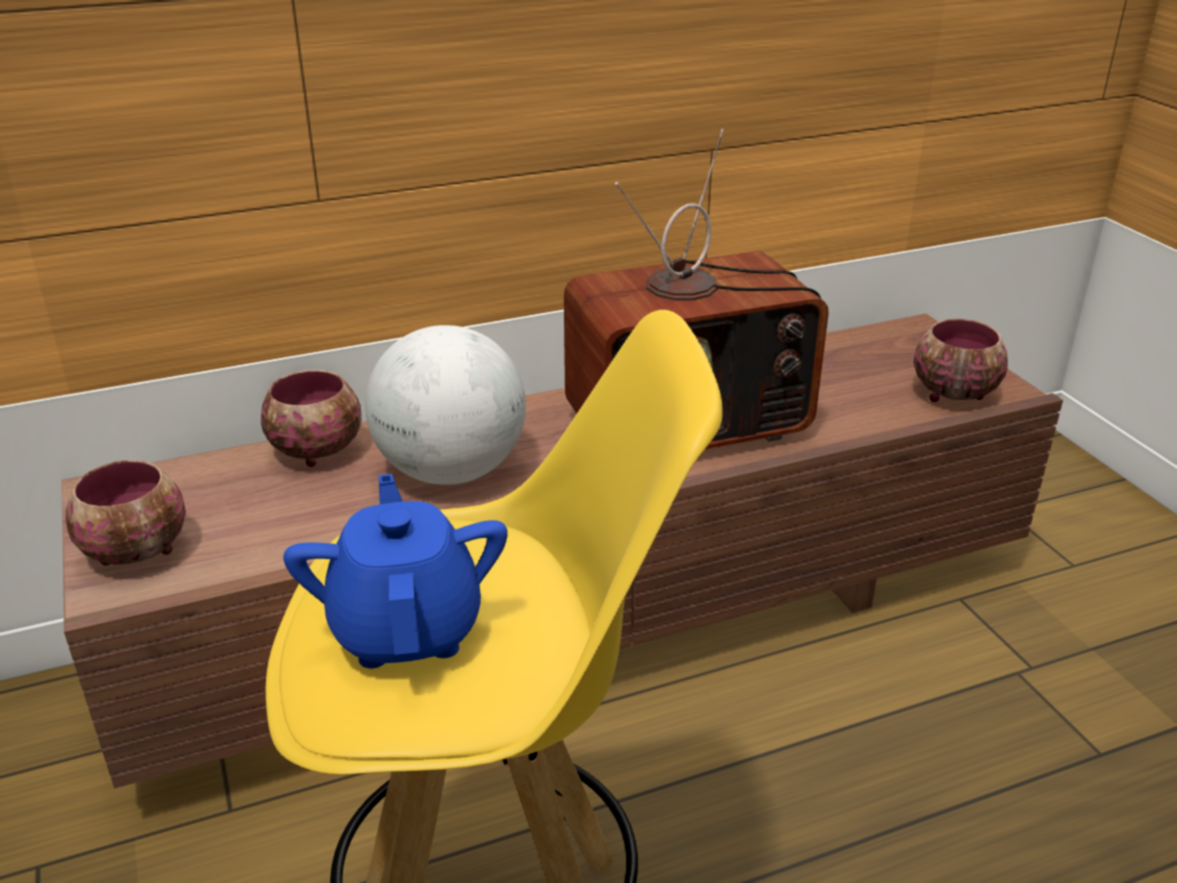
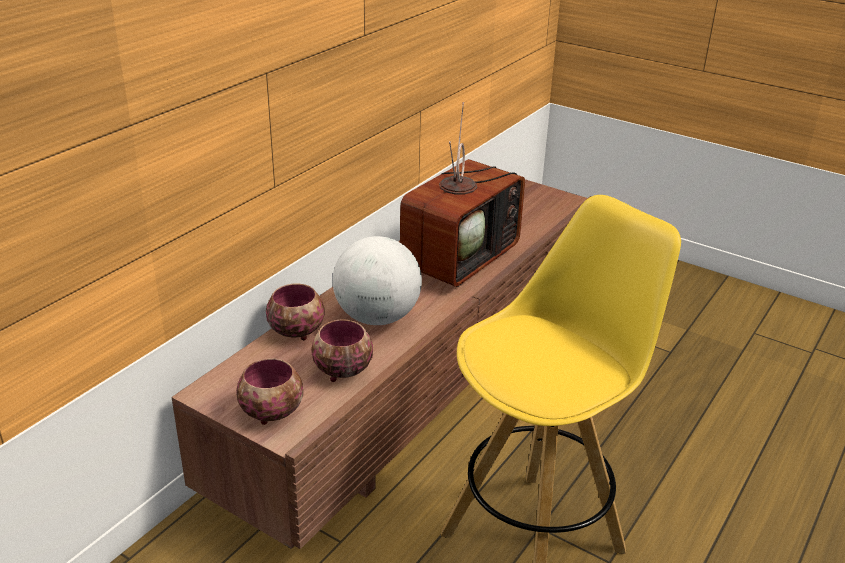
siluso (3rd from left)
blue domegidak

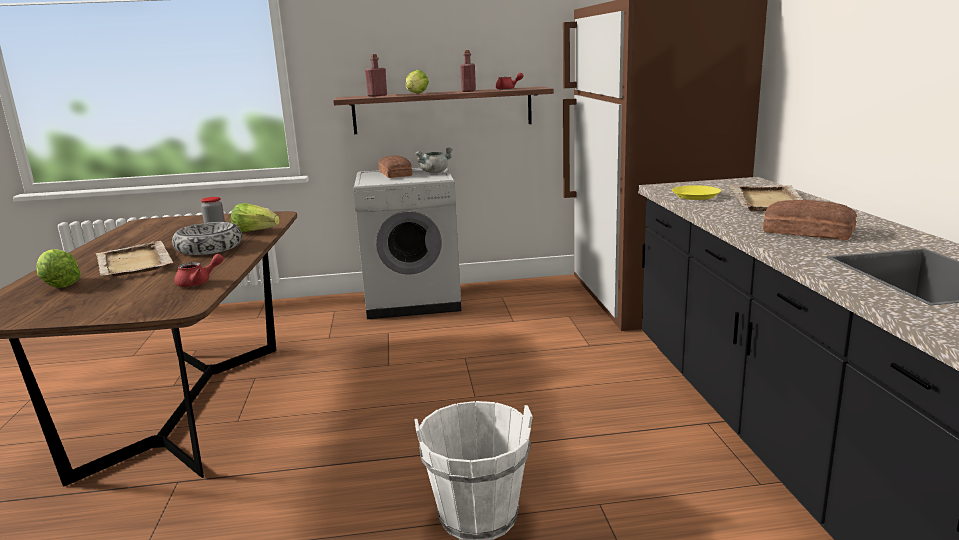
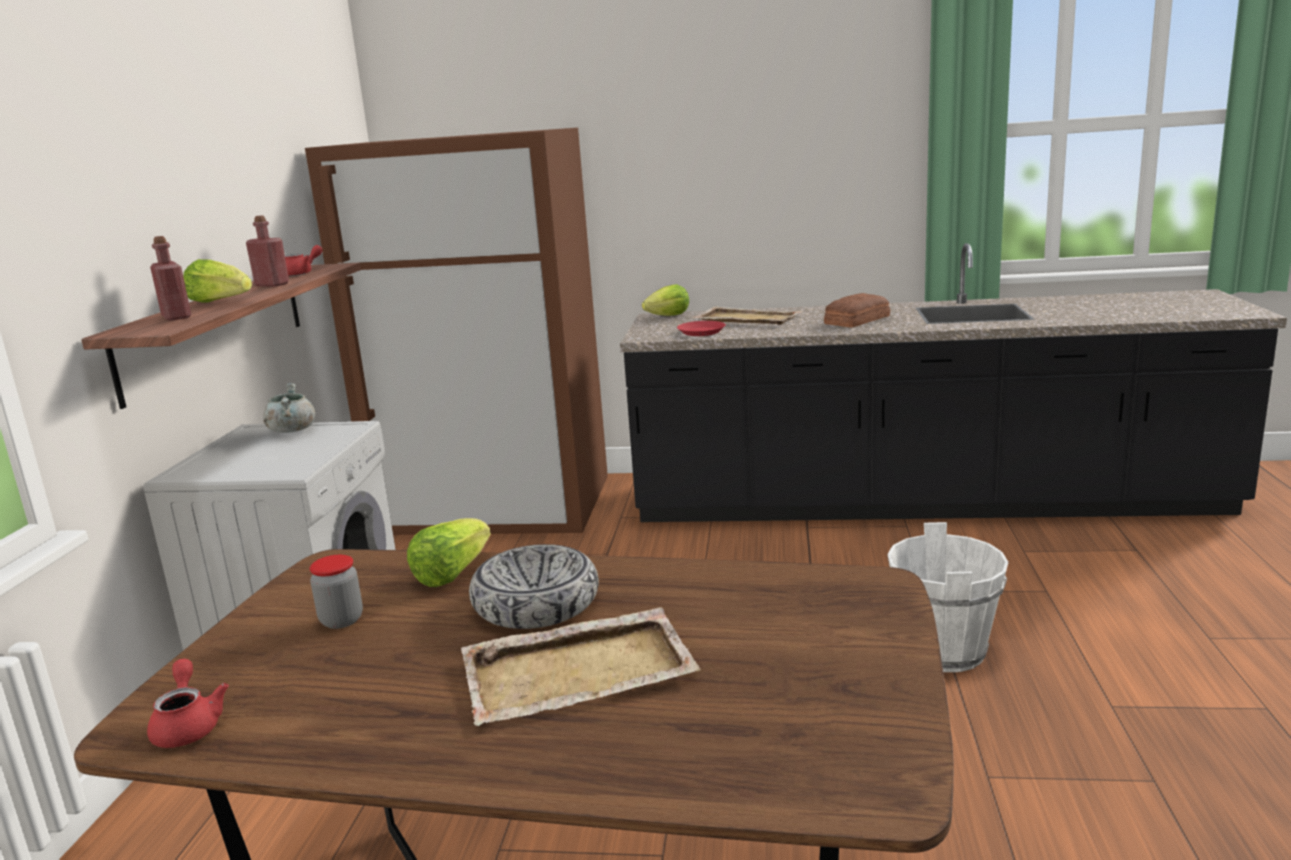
red domegidak (1st from left)
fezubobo (3rd from left)
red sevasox
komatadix (1st from left in the first image)

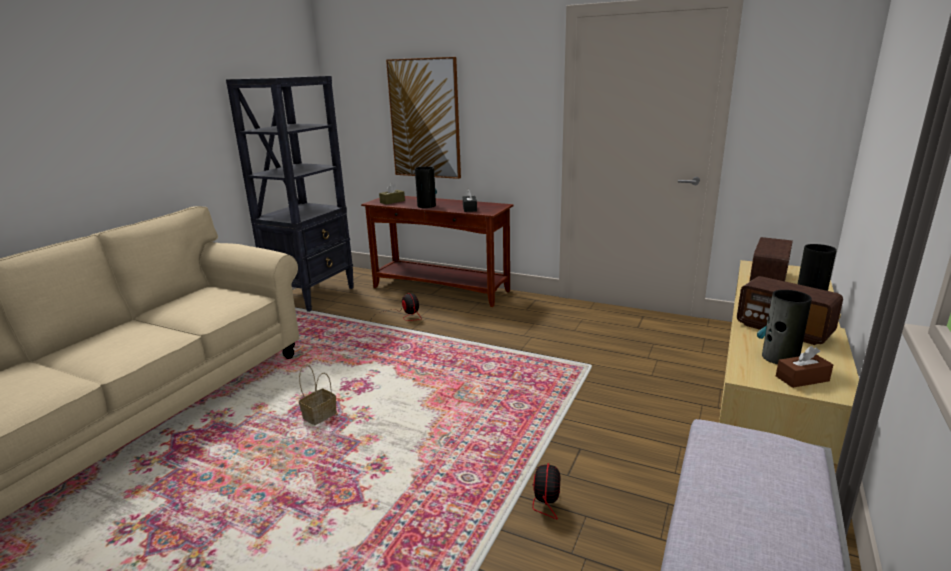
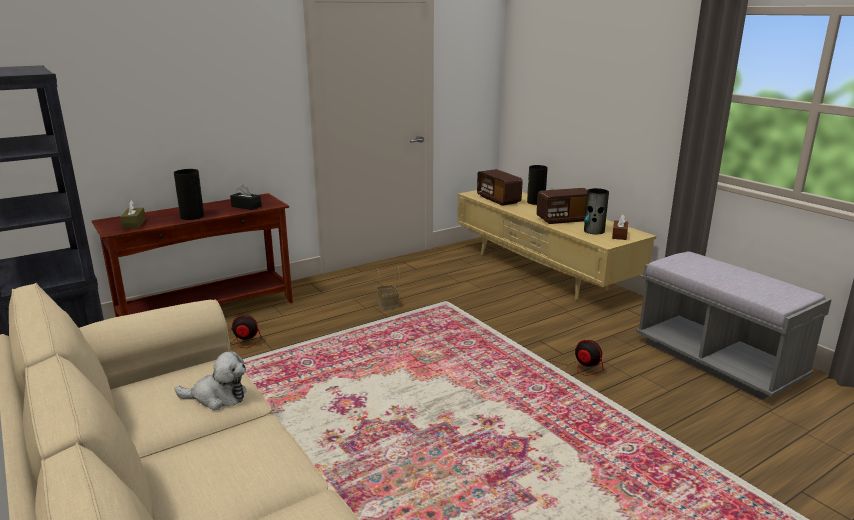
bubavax
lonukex
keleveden

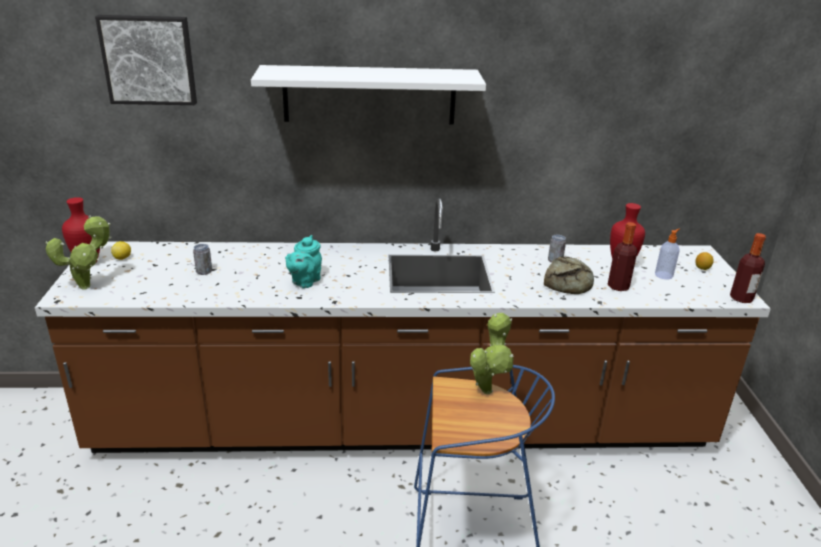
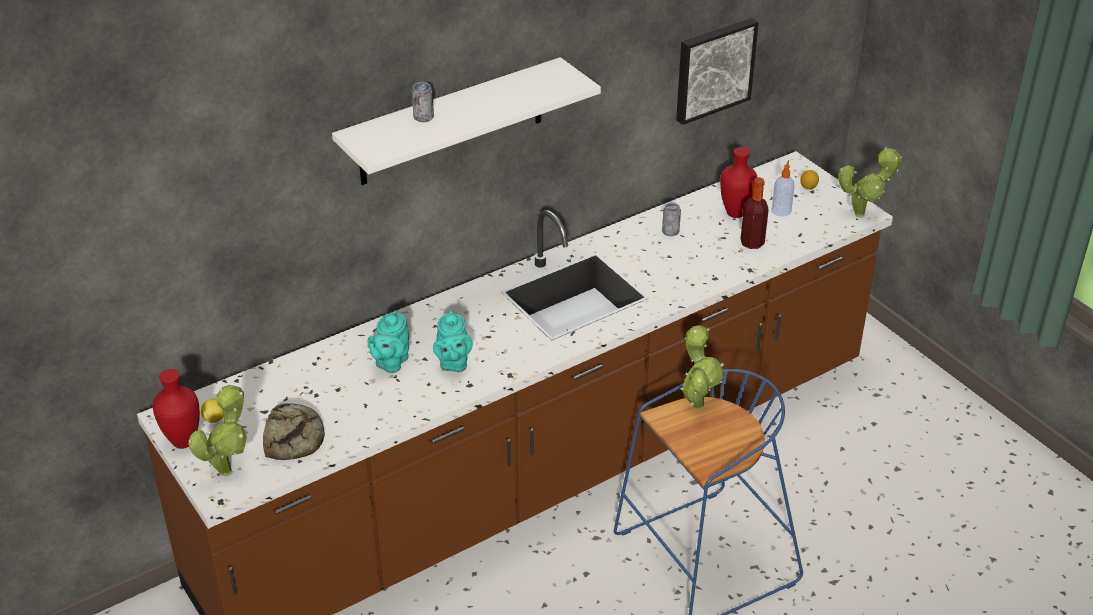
komatadix
turquoise domegidak (1st from left)
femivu (1st from left)
keleveden
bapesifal (3rd from left)

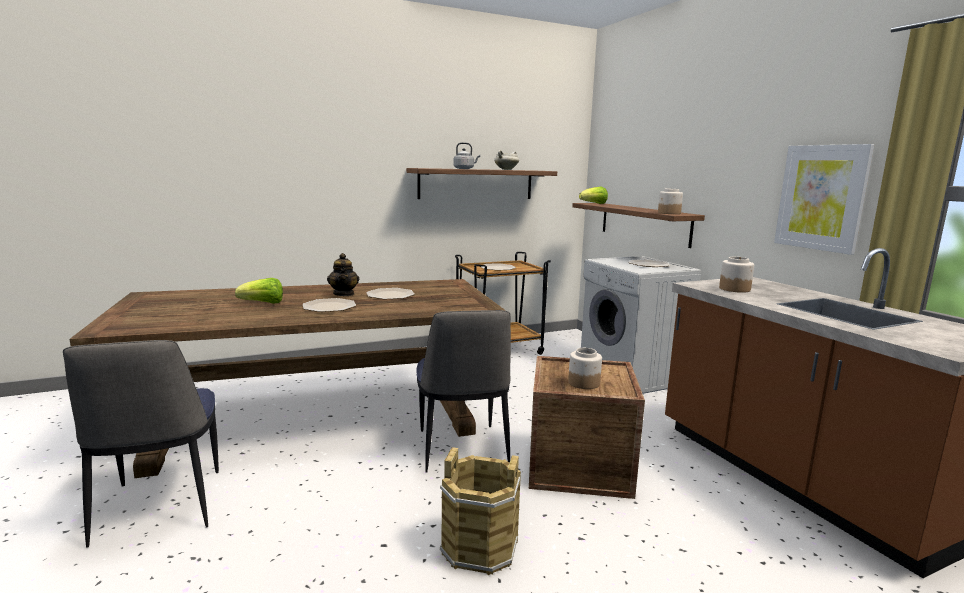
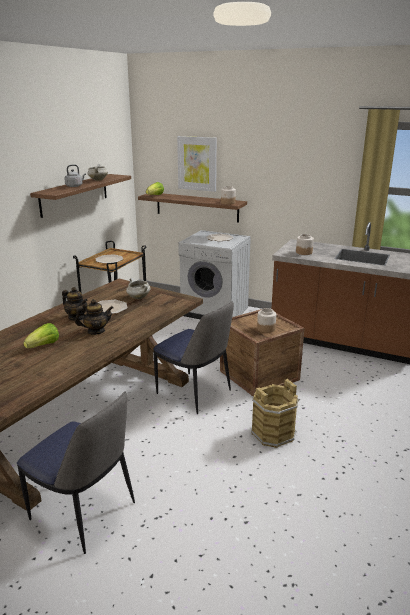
domegidak (2nd from left)
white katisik (2nd from left)
keleveden

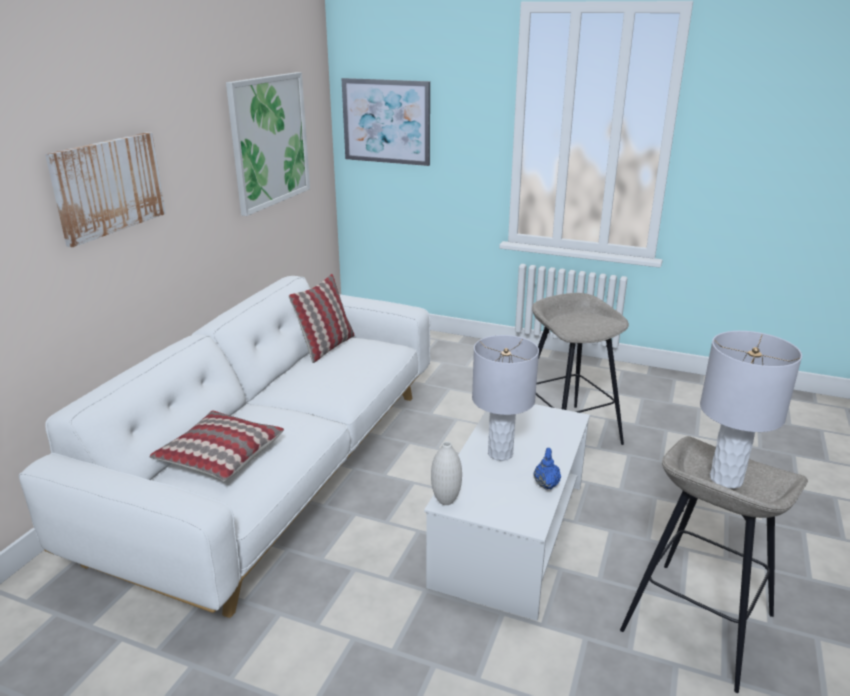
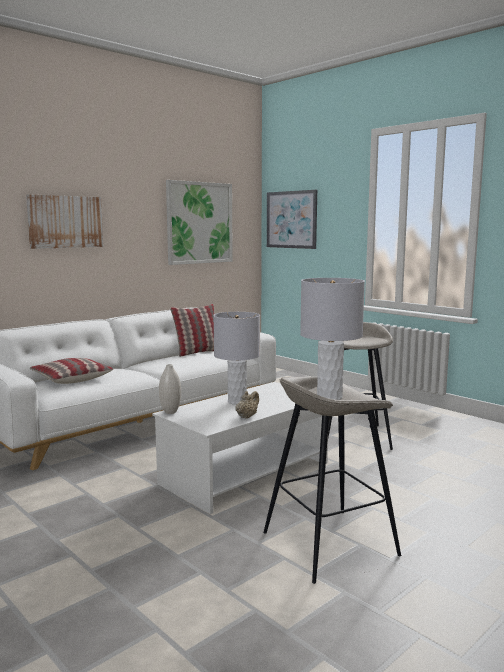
beige domegidak

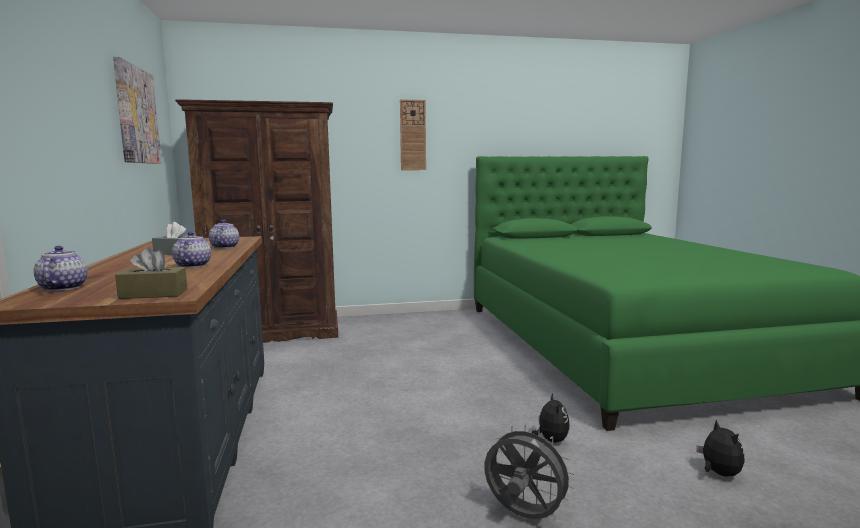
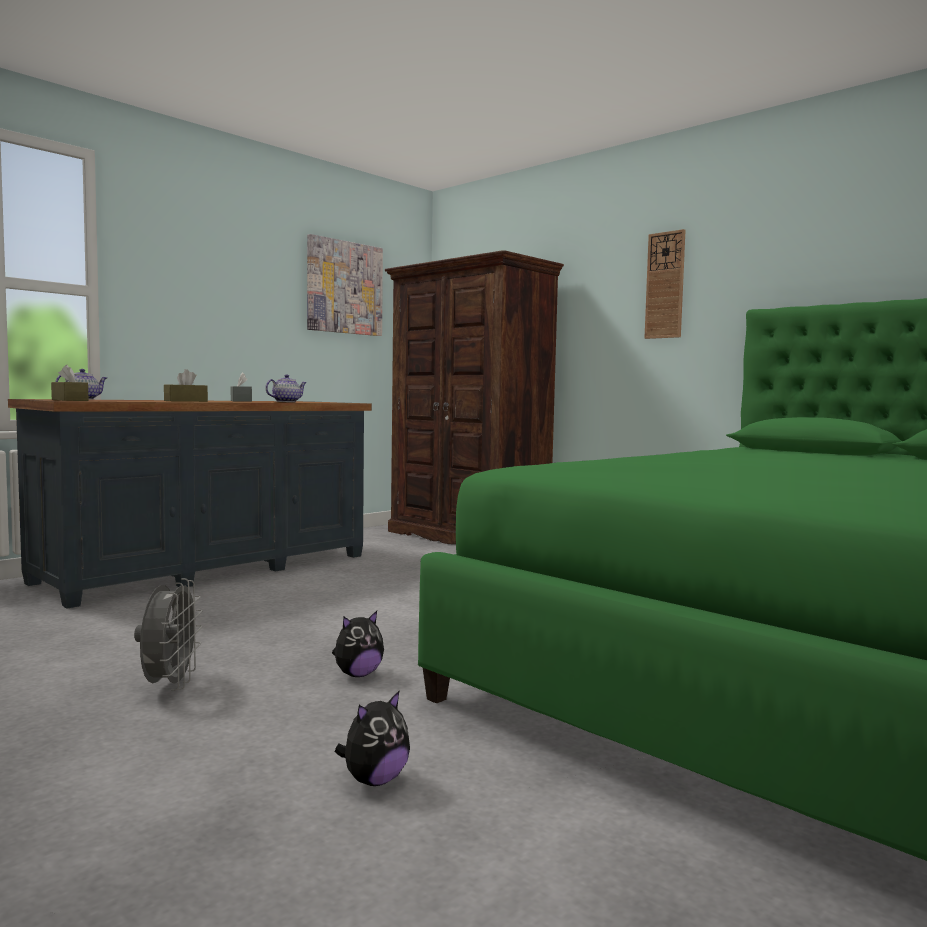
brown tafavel (2nd from left)

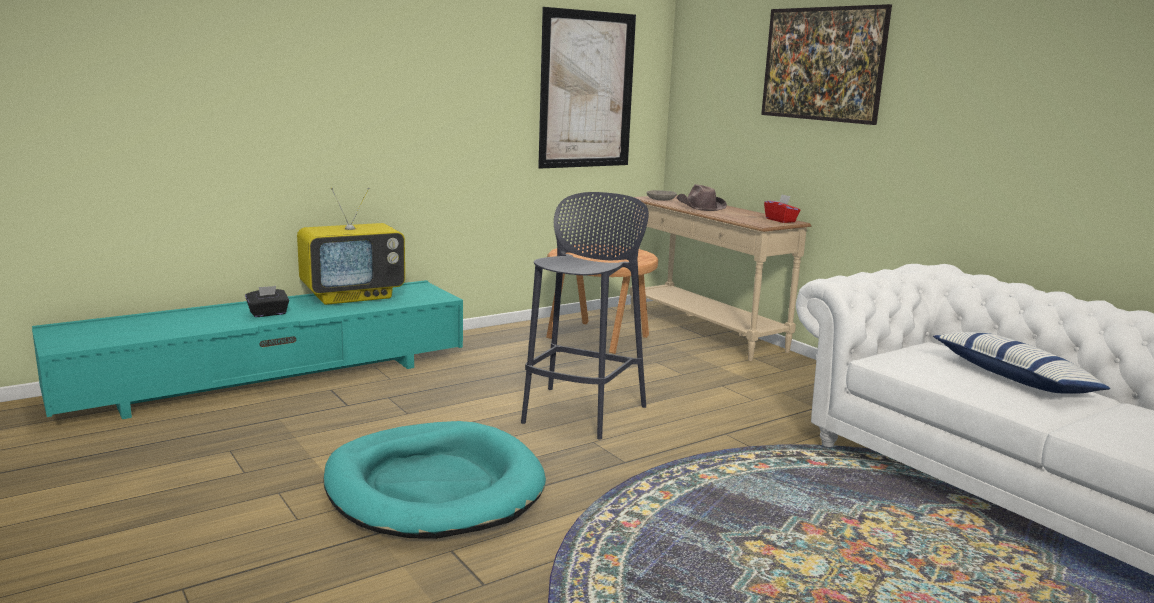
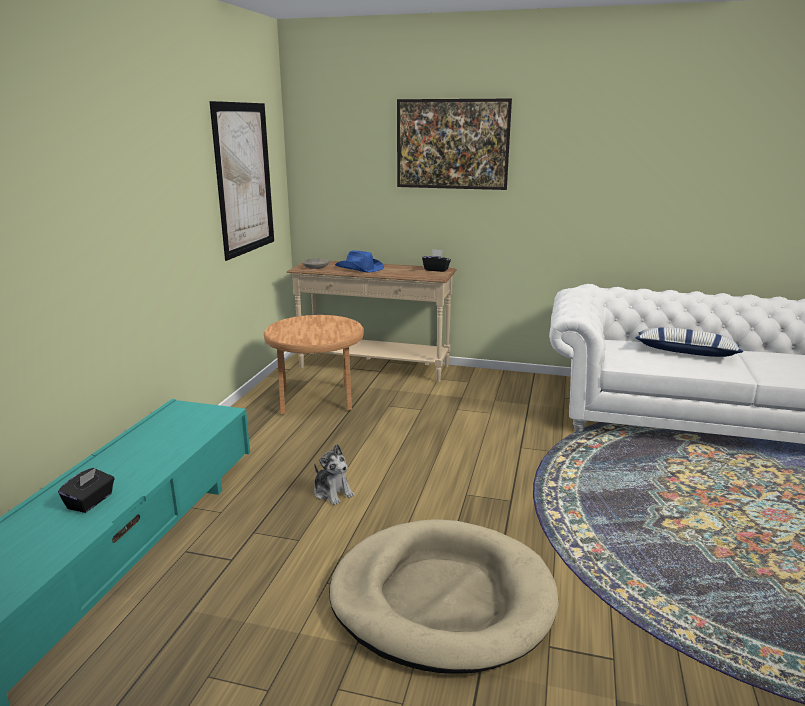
bubavax
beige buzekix
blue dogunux
black tafavel (2nd from left)
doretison
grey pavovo

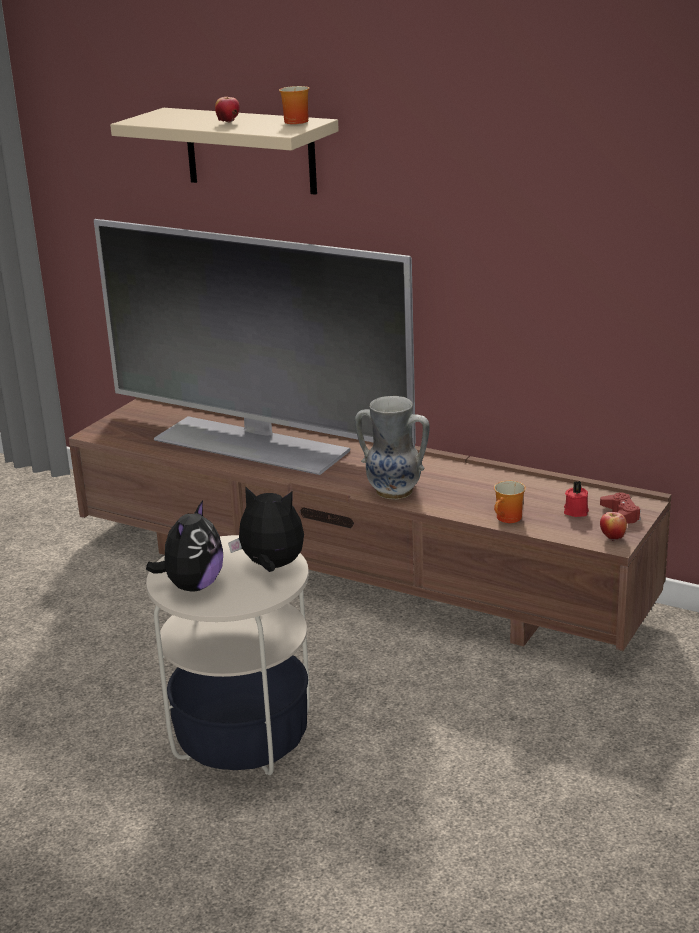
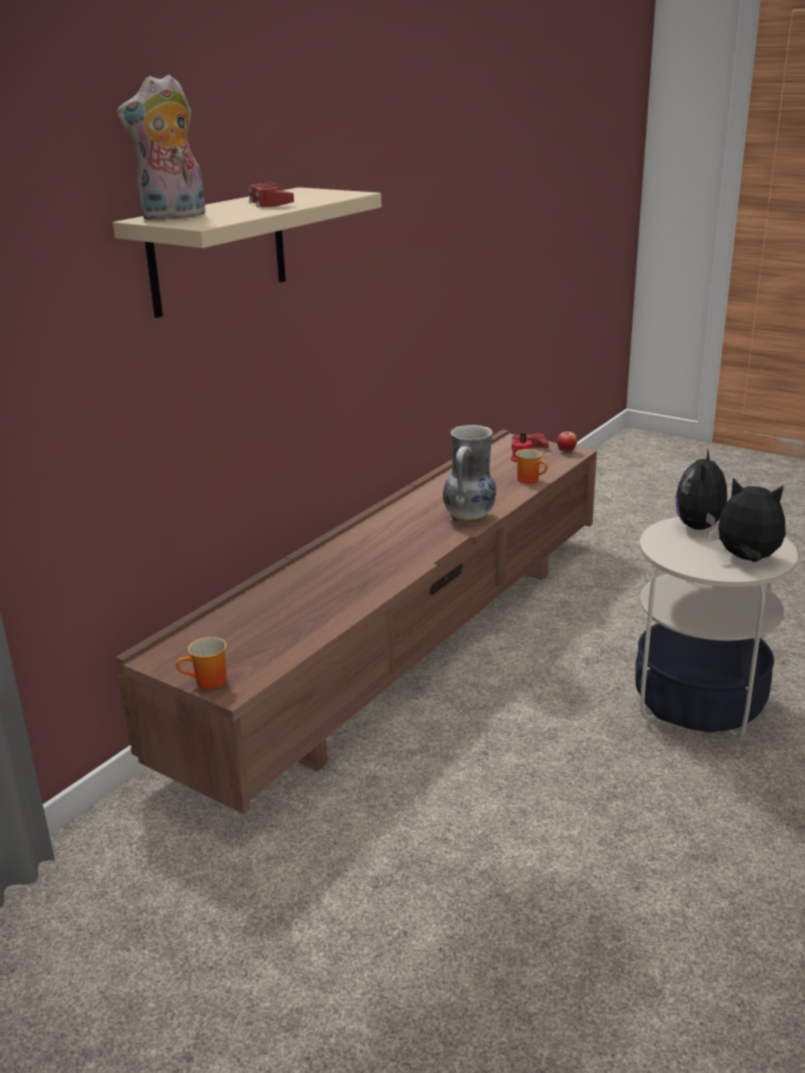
bubavax (1st from left)
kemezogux (1st from left)
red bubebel (1st from left)
doretison

